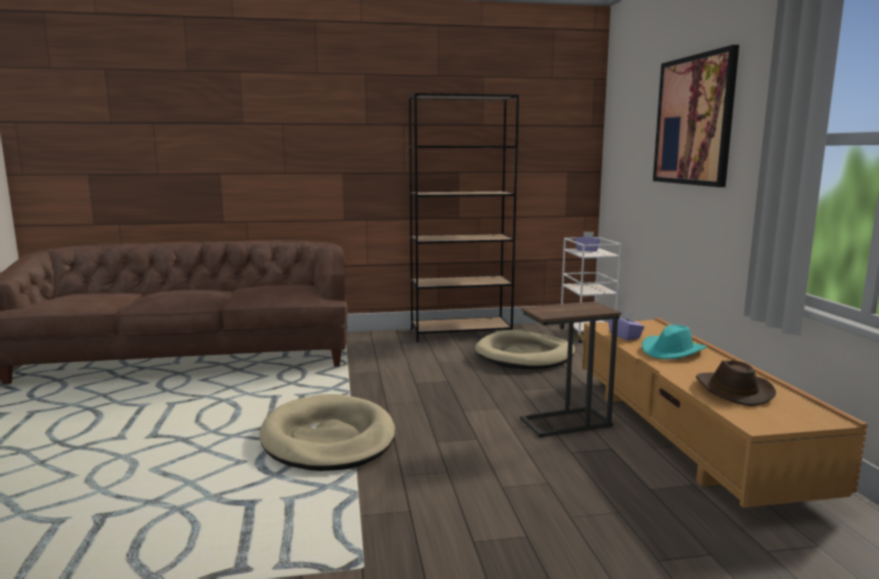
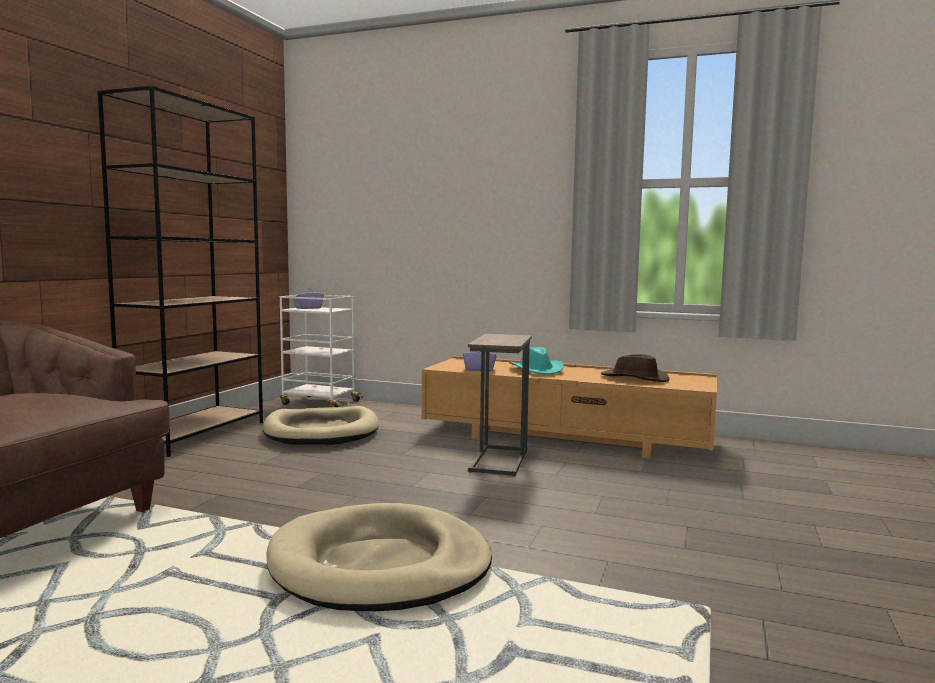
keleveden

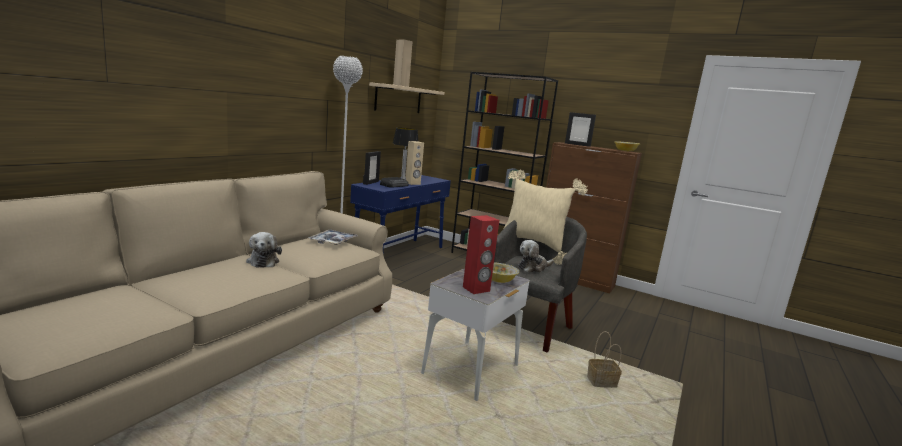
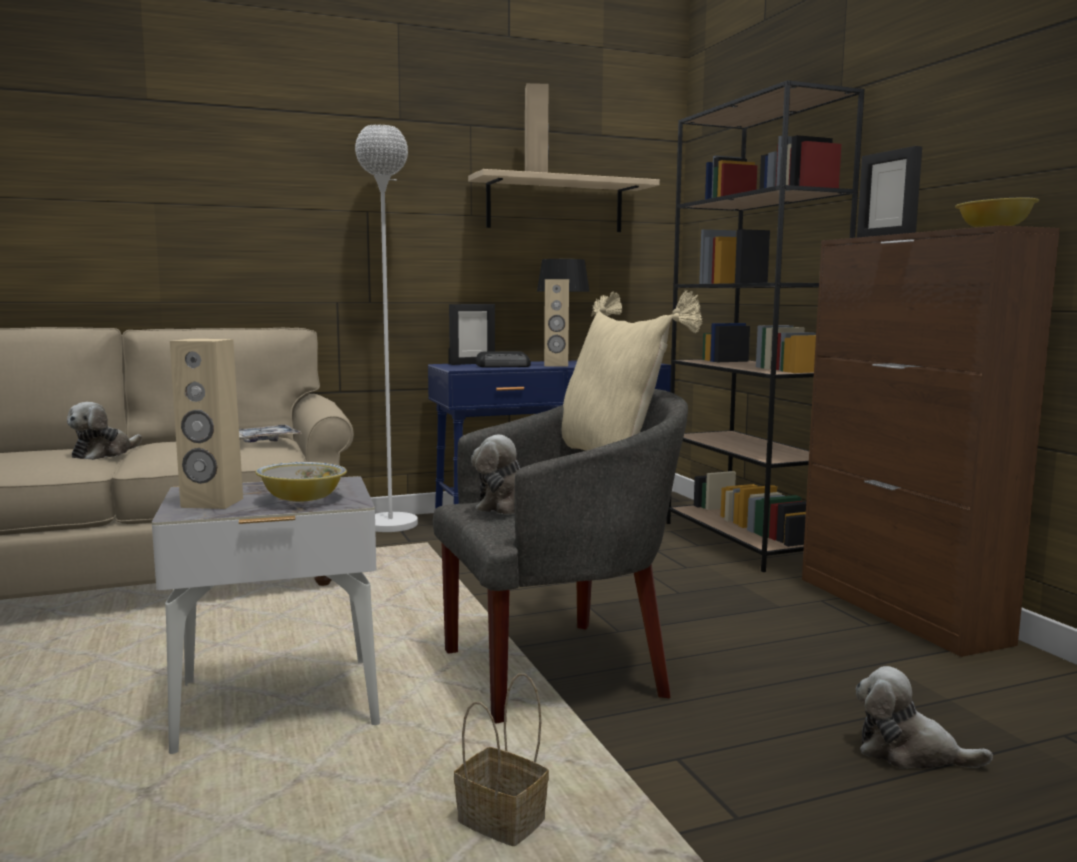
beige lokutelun (1st from left)
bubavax (3rd from left)

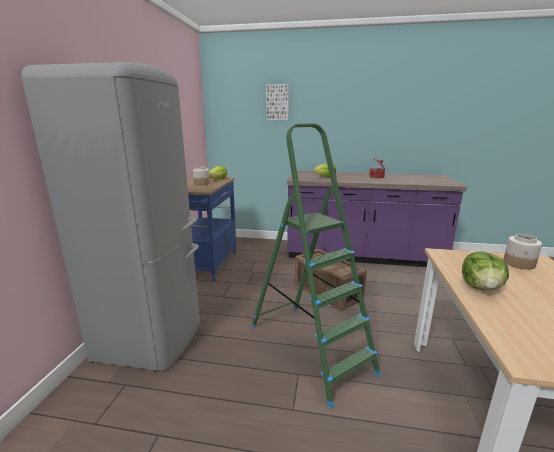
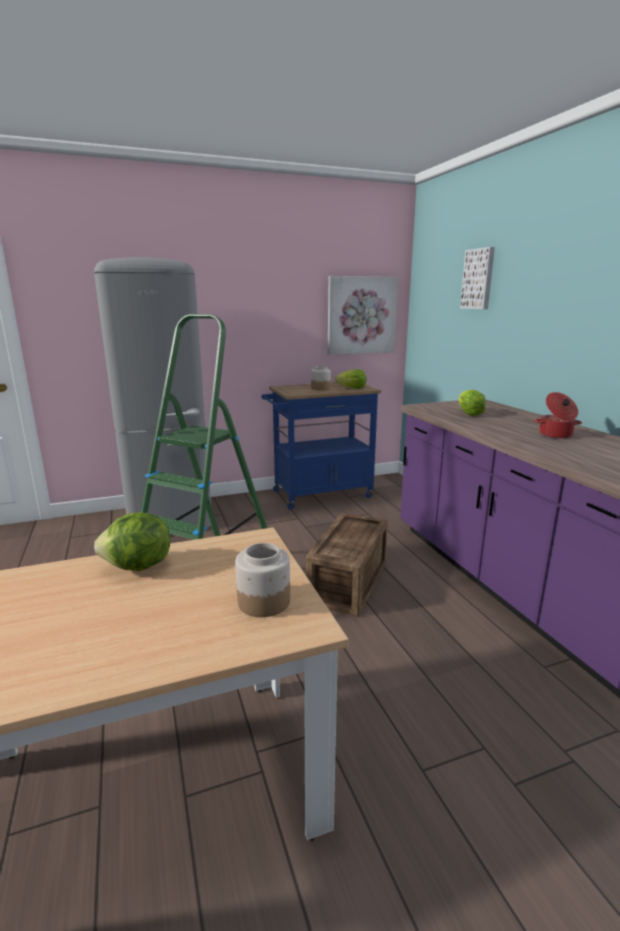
keleveden (1st from left)

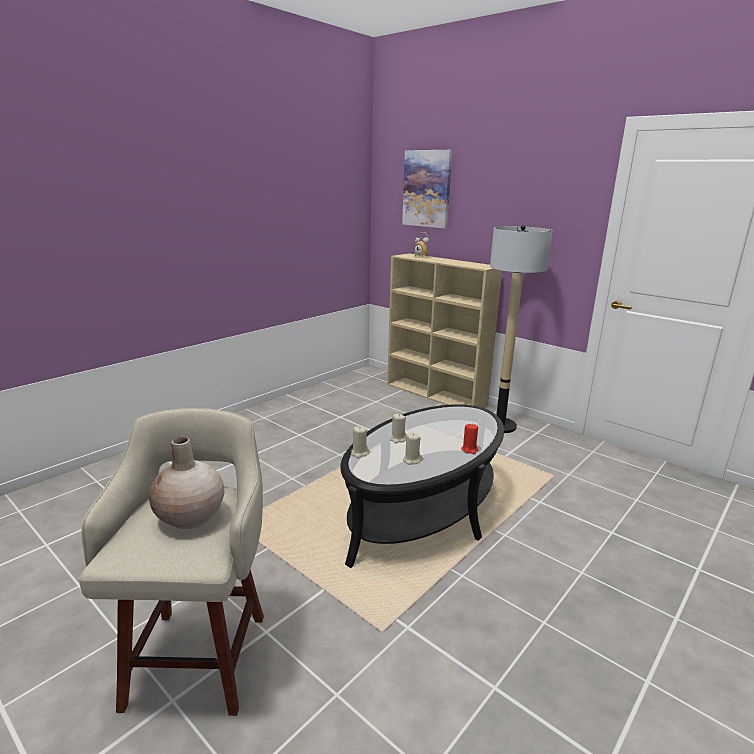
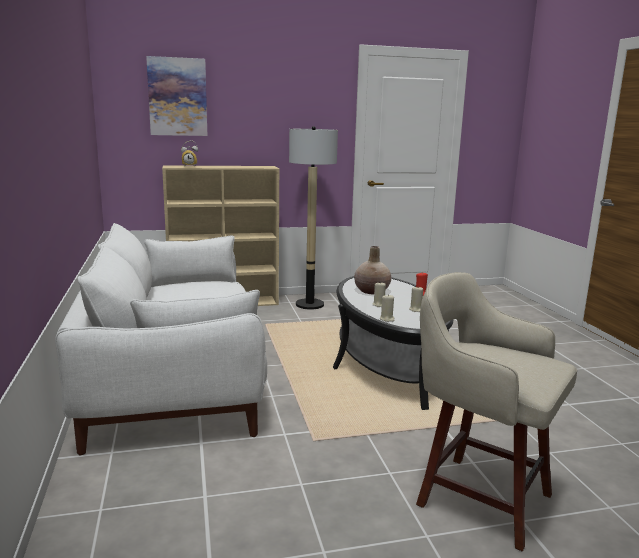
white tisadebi
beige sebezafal

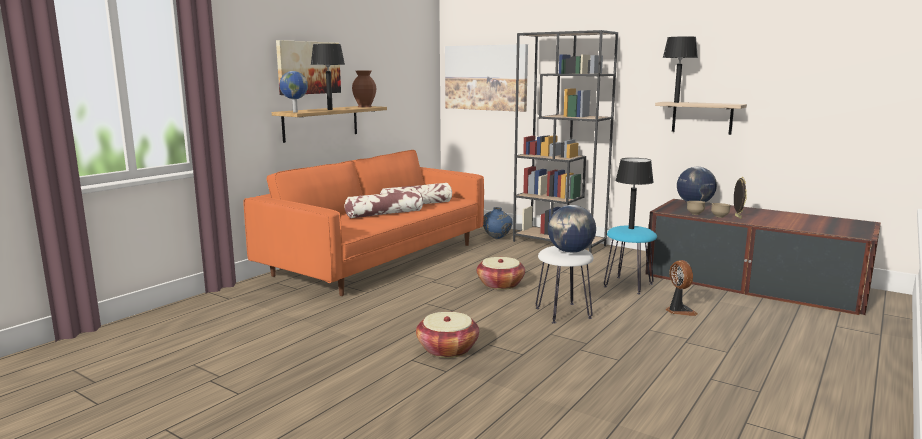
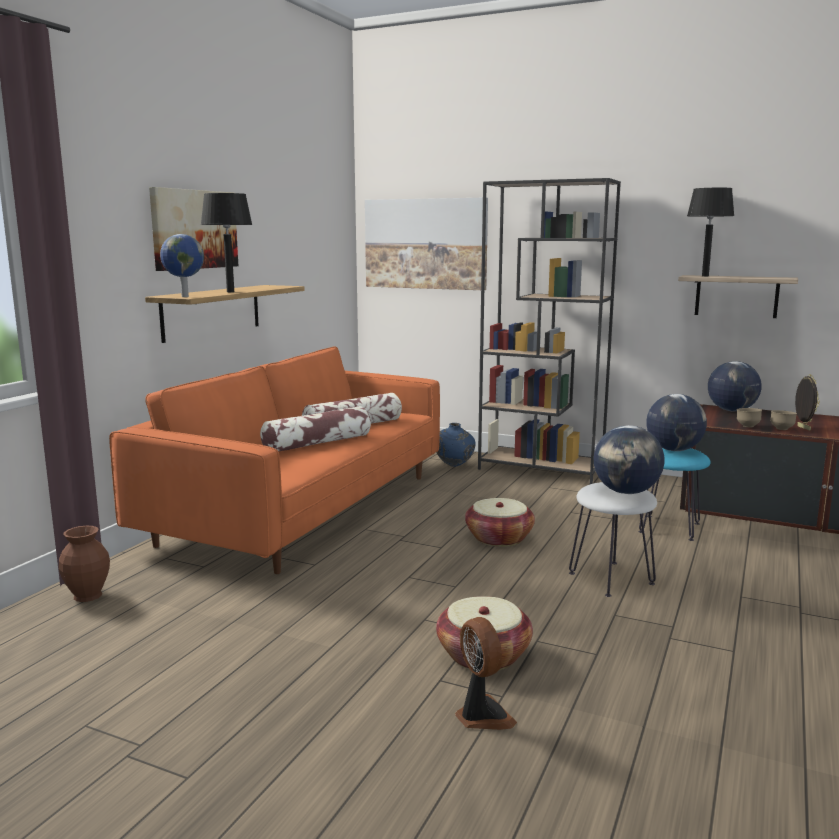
brown sebezafal
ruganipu
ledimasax (3rd from left)

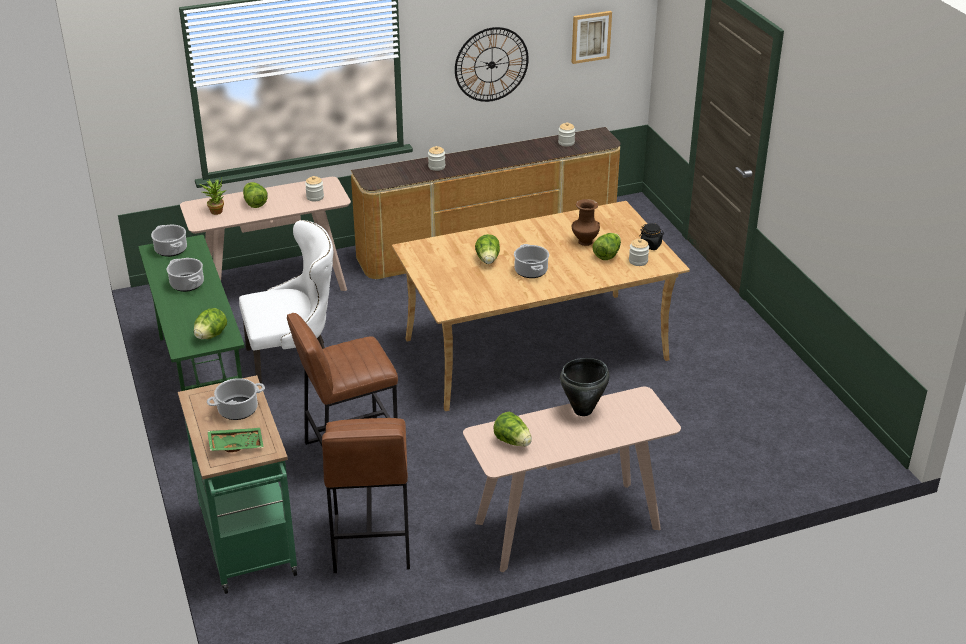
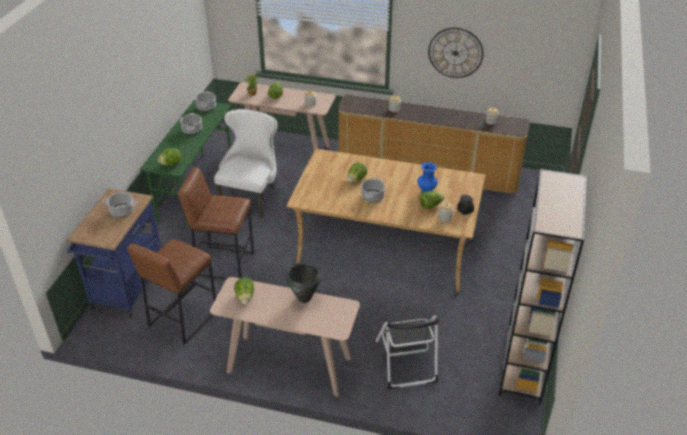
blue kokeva
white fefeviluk
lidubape
blue sebezafal
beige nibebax
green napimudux
keleveden

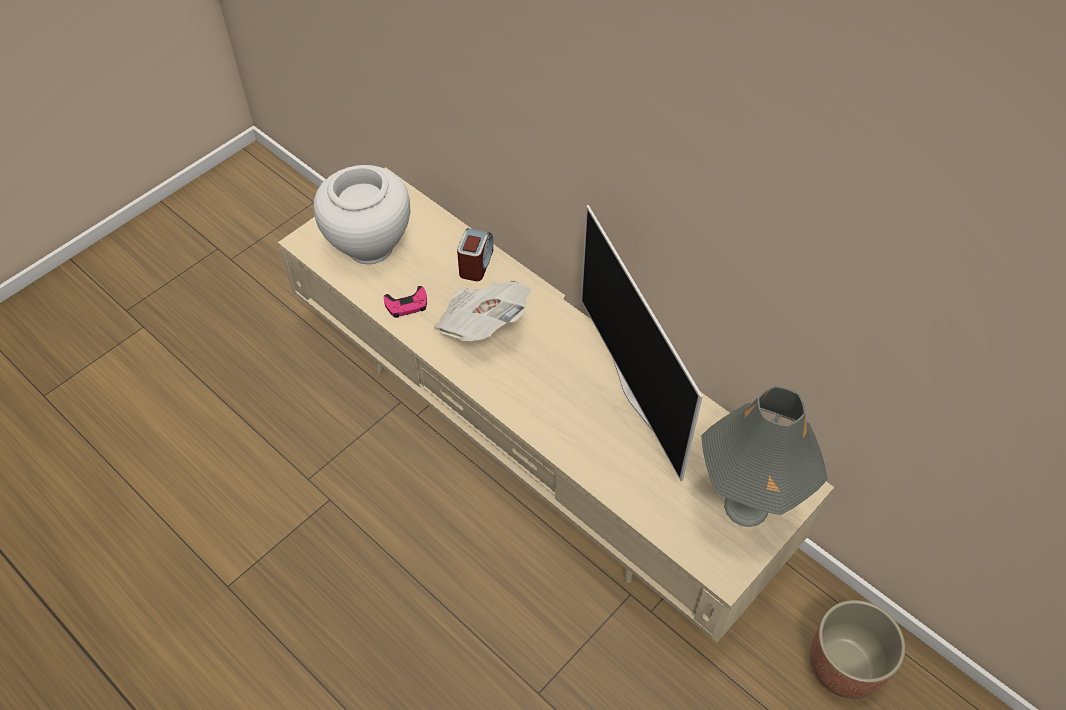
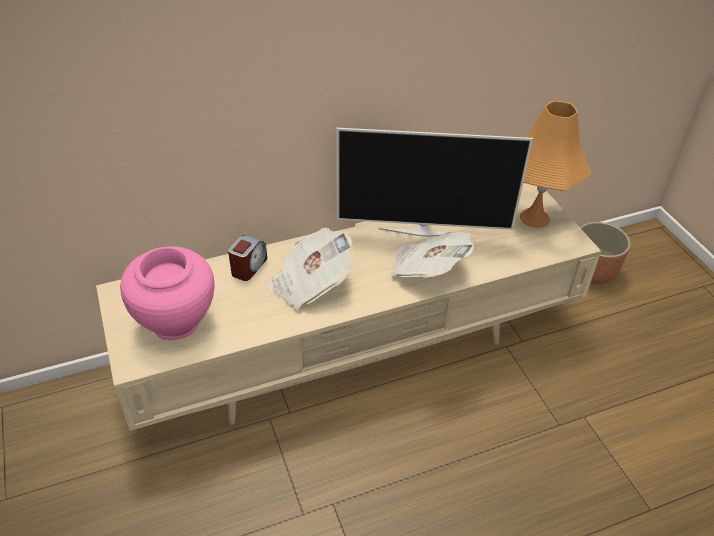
pink sebezafal
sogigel
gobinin (2nd from left)
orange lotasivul
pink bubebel

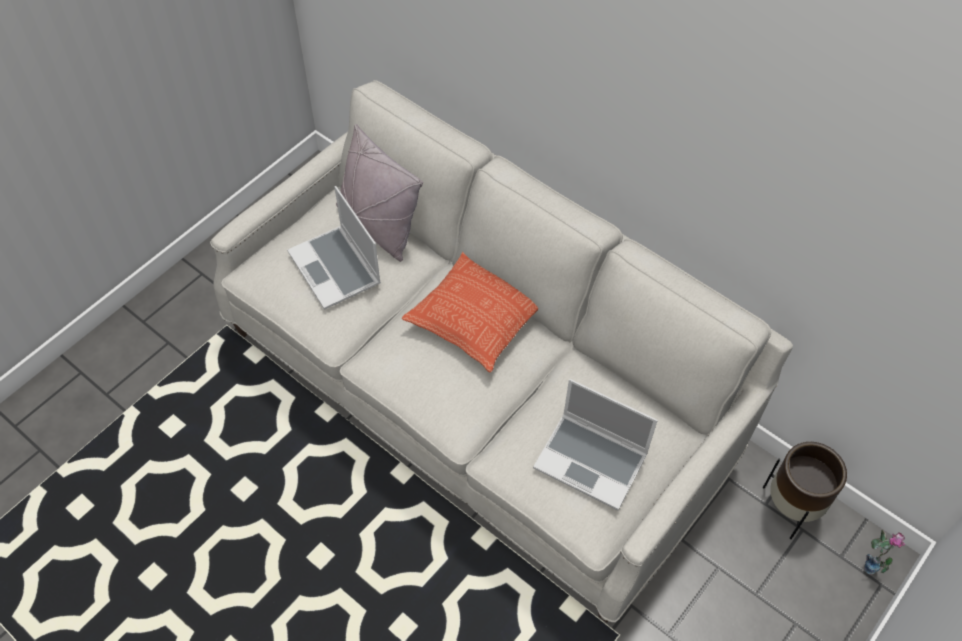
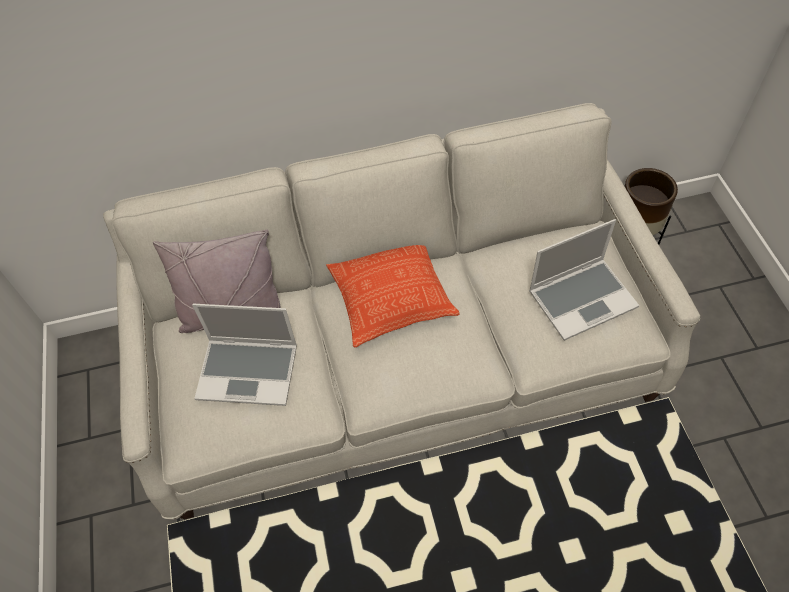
sebezafal

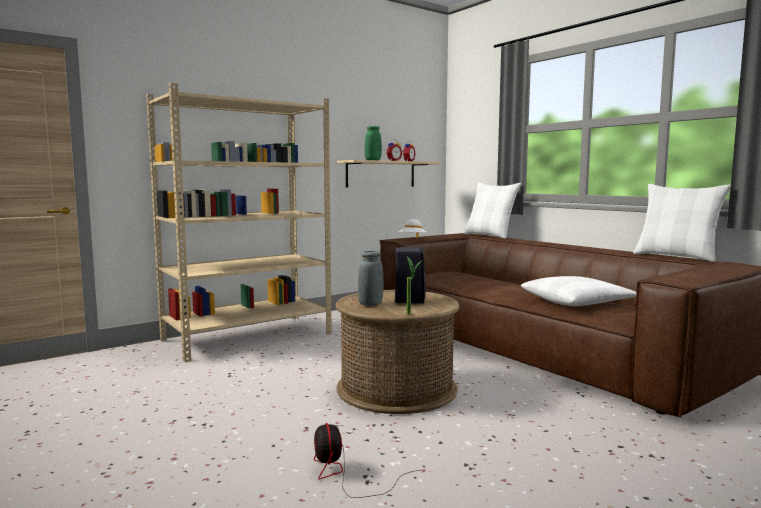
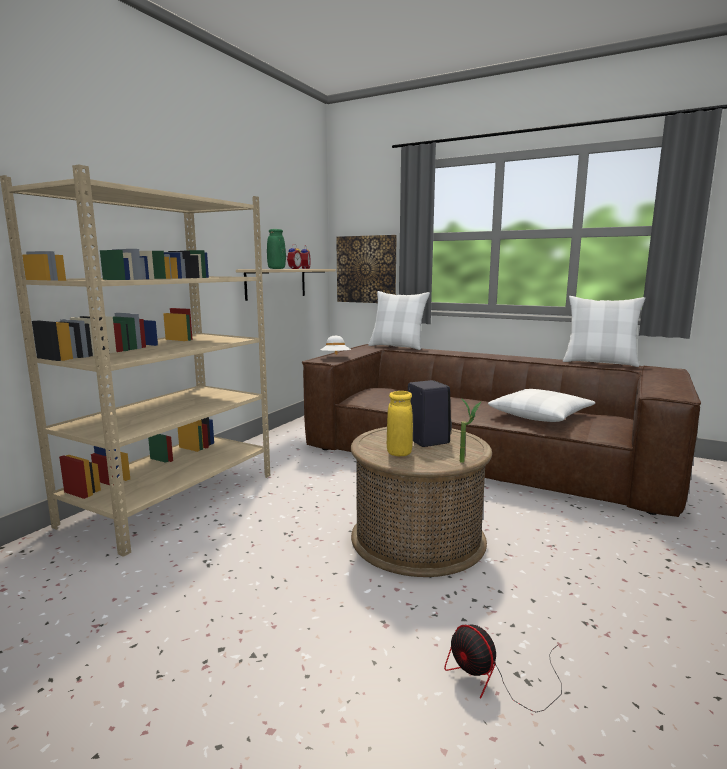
keleveden
yellow sebezafal

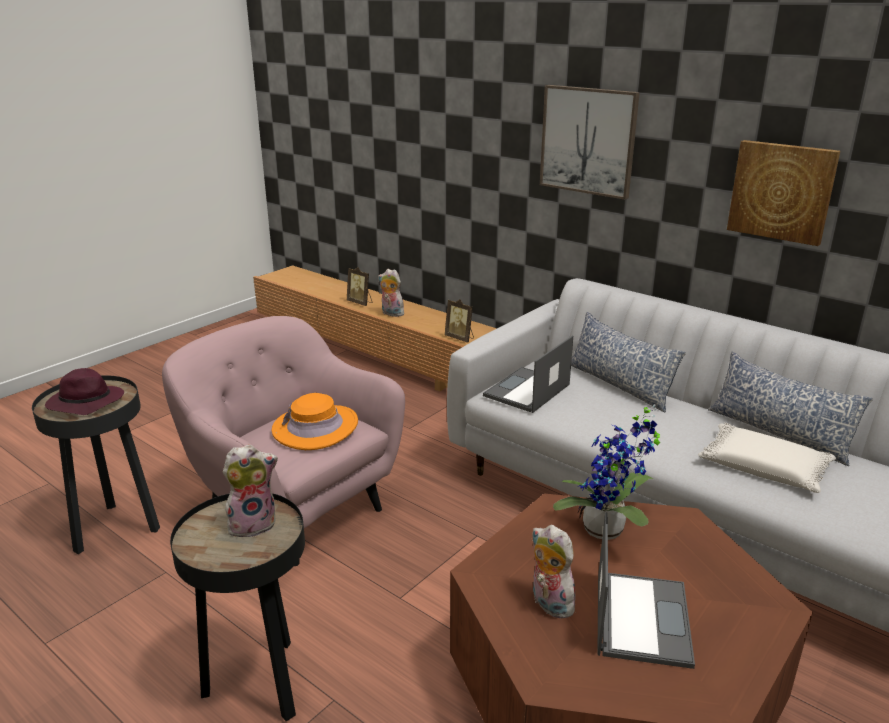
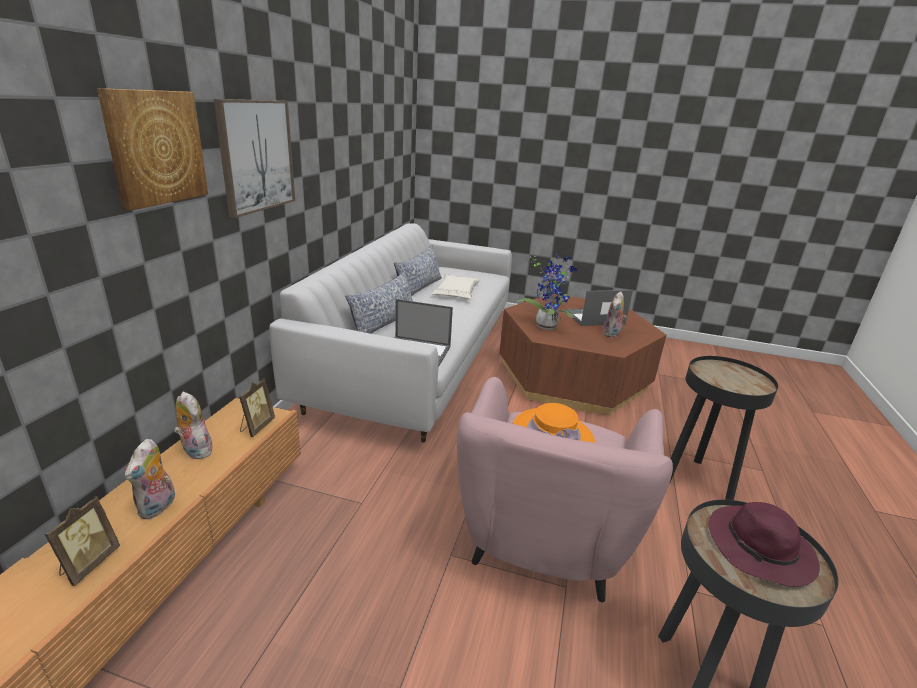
keleveden (1st from left)
bubavax (2nd from left)

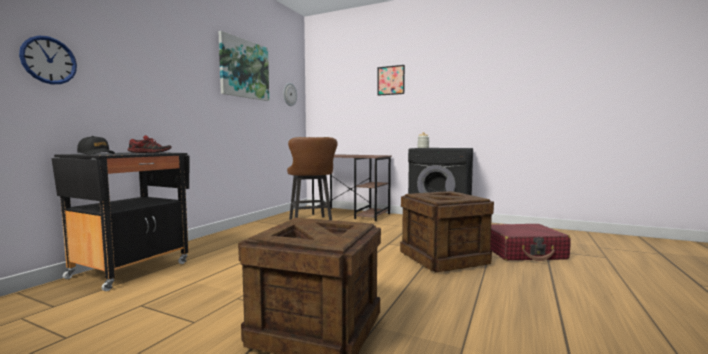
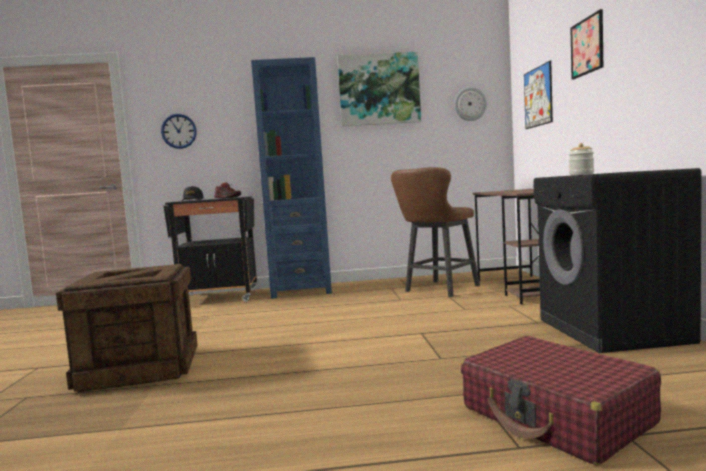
blue nibebax
keleveden (2nd from left)
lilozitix (2nd from left in the first image)

